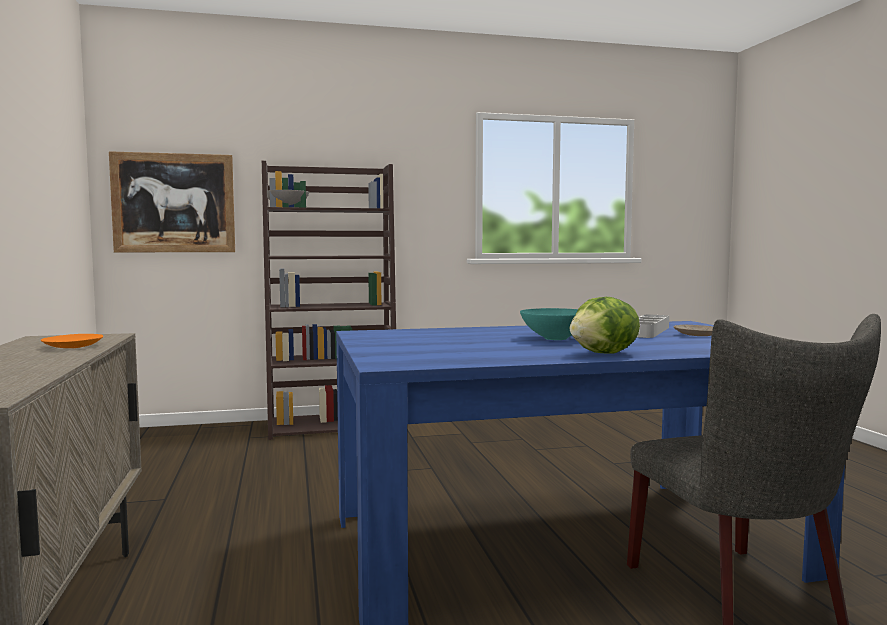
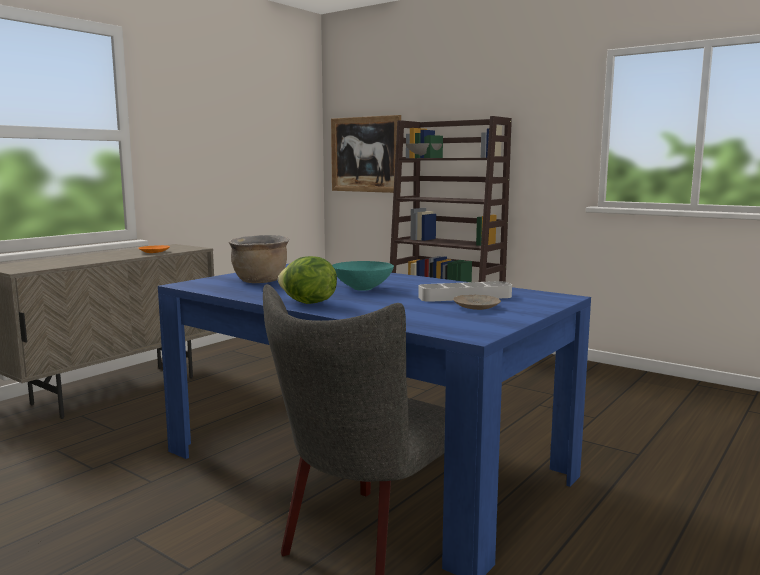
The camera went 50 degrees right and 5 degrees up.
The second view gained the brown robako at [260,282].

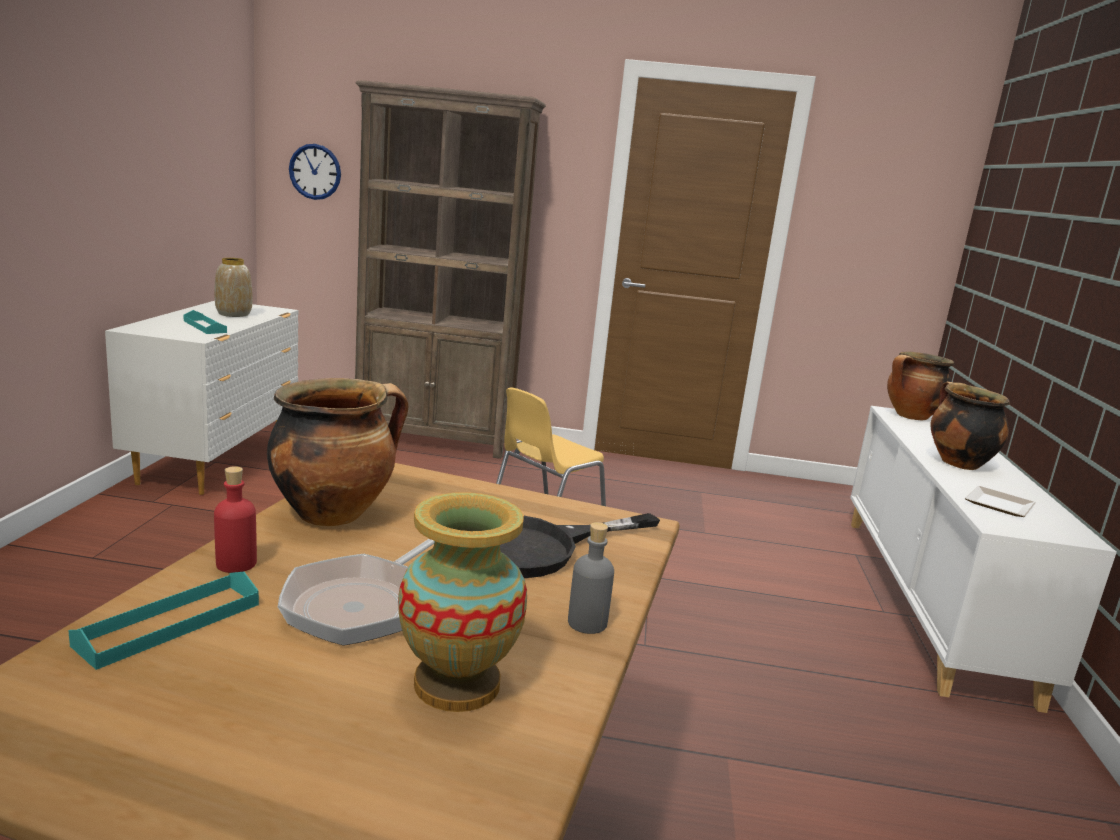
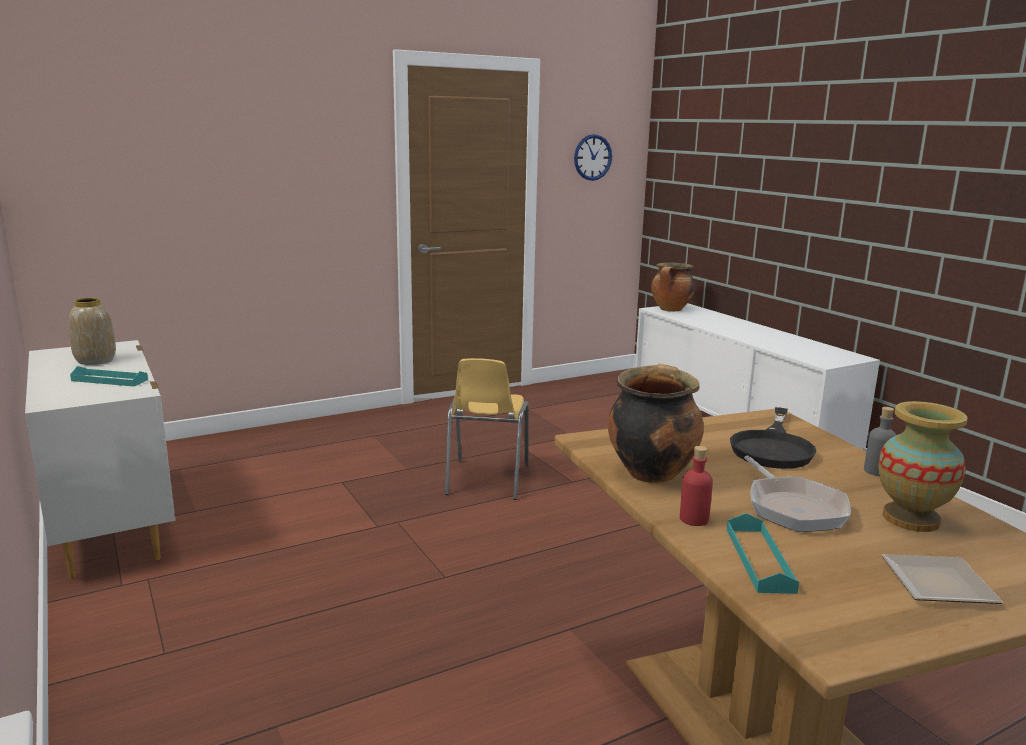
The camera went 35 degrees left and 0 degrees up.
The second view lost the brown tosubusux at [435,439].
The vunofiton ended up elsewhere, having gone from [315,172] to [592,157].
The second view lost the robako at [957,463].
The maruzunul ended up elsewhere, having gone from [1000,506] to [942,586].

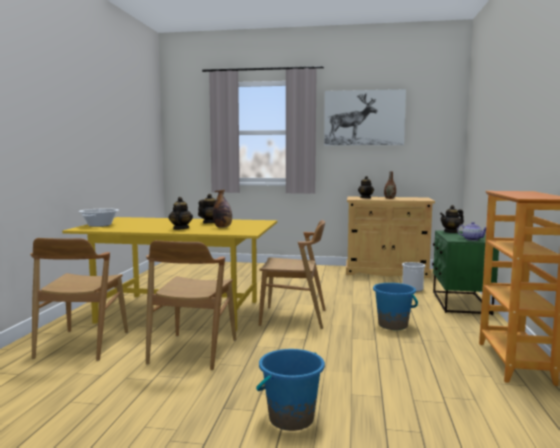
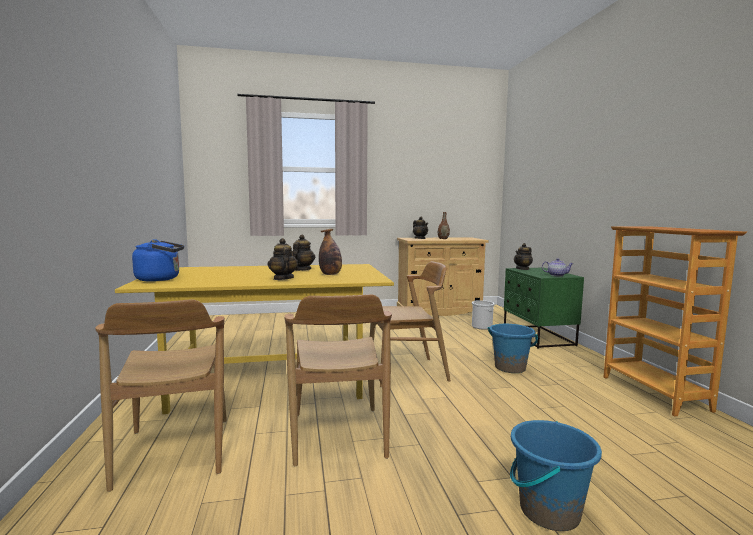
The camera went 20 degrees left and 0 degrees up.
The second view lost the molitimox at [364,118].
Where the robako stood at [100,225], the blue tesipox came to stand at [161,279].

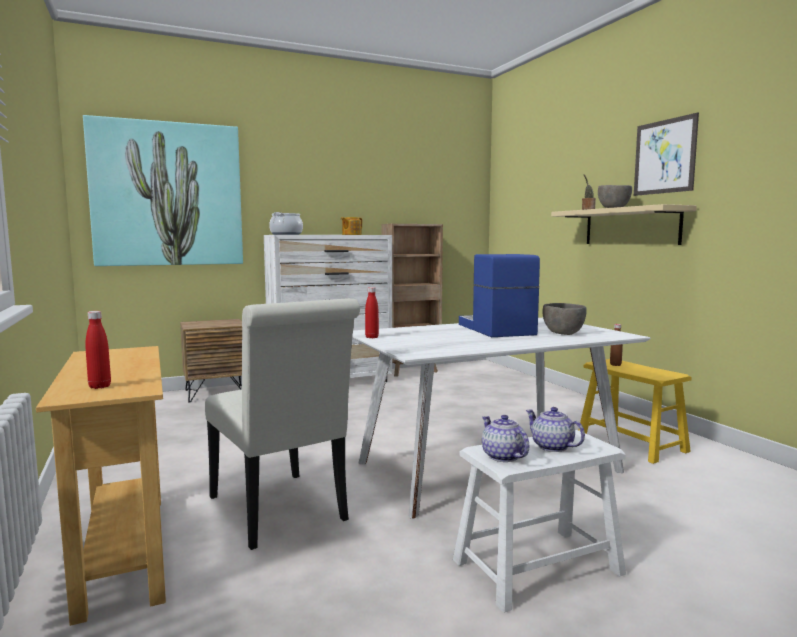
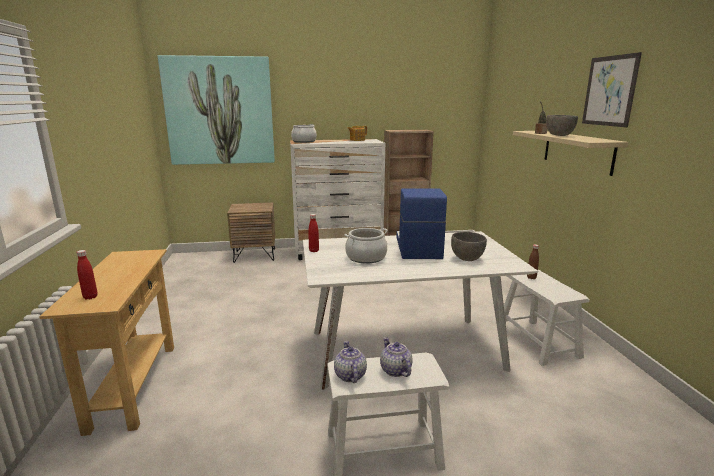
The camera went 15 degrees right and 10 degrees up.
The second view lost the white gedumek at [281,513].
What was the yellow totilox at [631,443] turned into the white totilox at [537,341].
The second view gained the robako at [366,257].

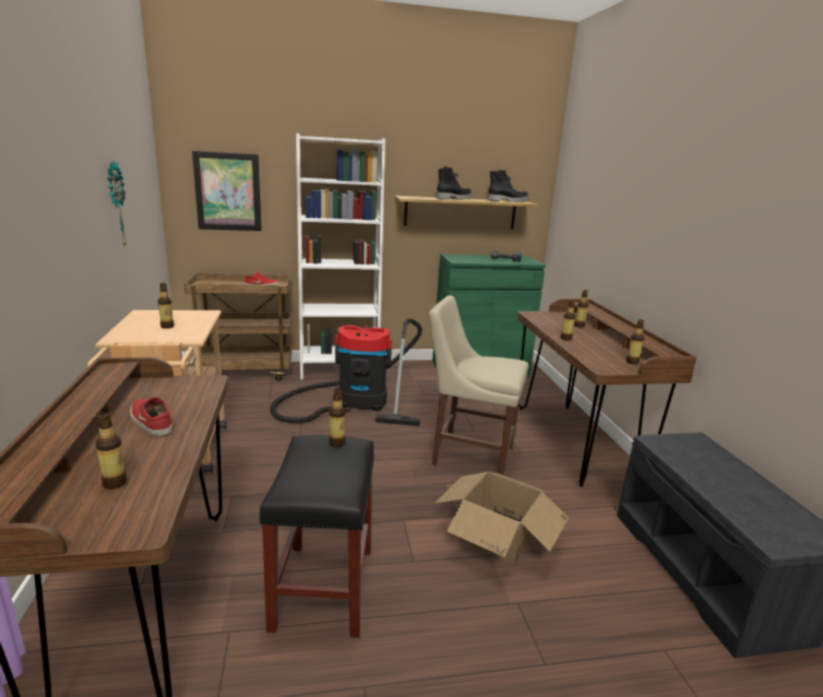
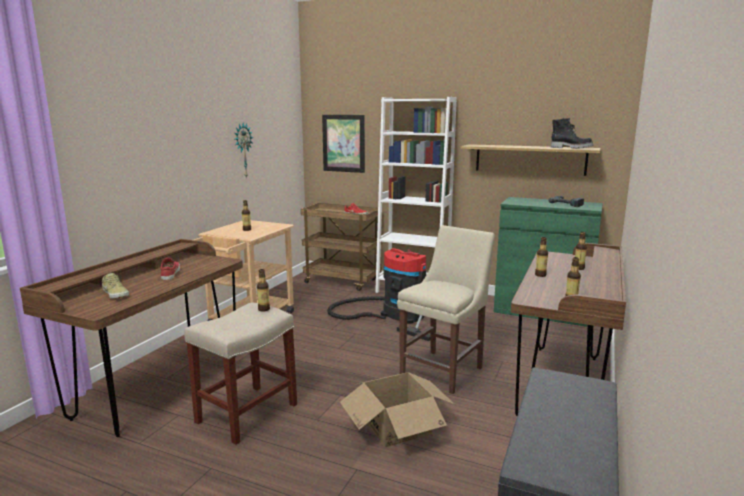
The camera went 35 degrees right and 5 degrees down.
The second view lost the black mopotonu at [453,199].
The beige gedumek at [468,454] ended up facing another way, 75 degrees clockwise from before.
Where the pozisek stood at [115,483], the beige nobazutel came to stand at [116,294].
What was the black totilox at [323,589] turned into the beige totilox at [246,414].

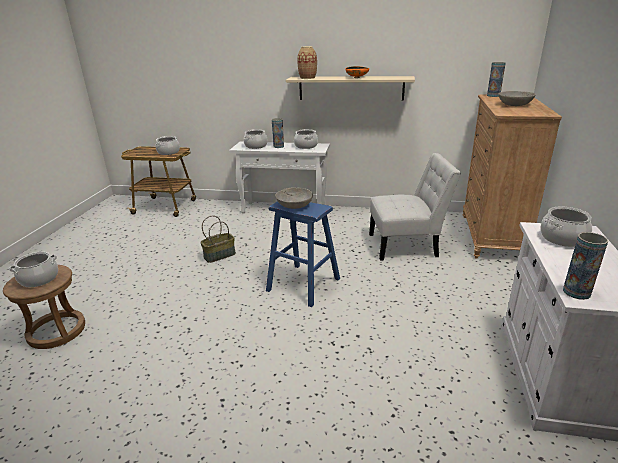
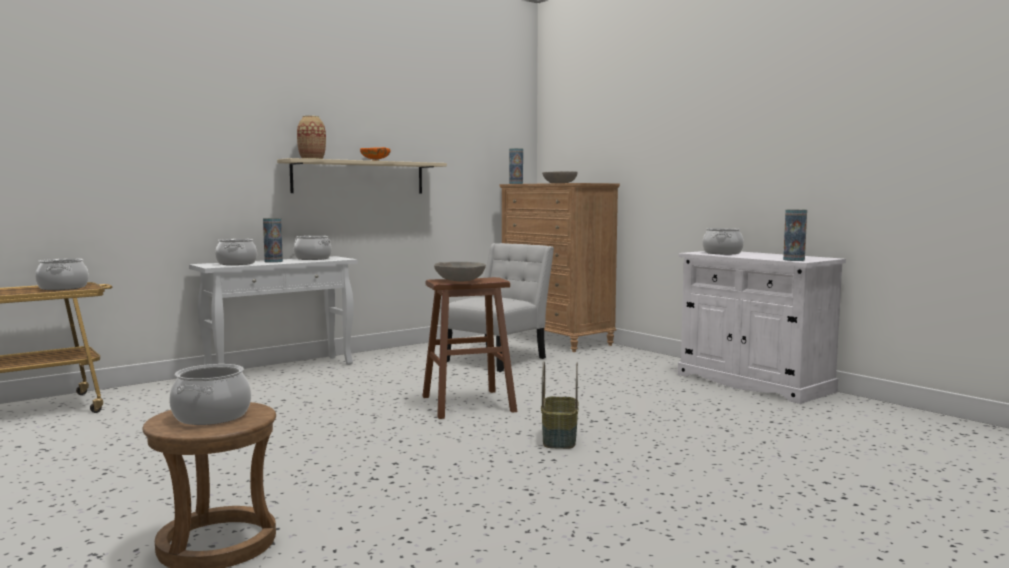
The camera went 50 degrees left and 20 degrees down.
What was the blue totilox at [303,284] turned into the brown totilox at [468,404].
The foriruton ended up elsewhere, having gone from [219,255] to [558,438].

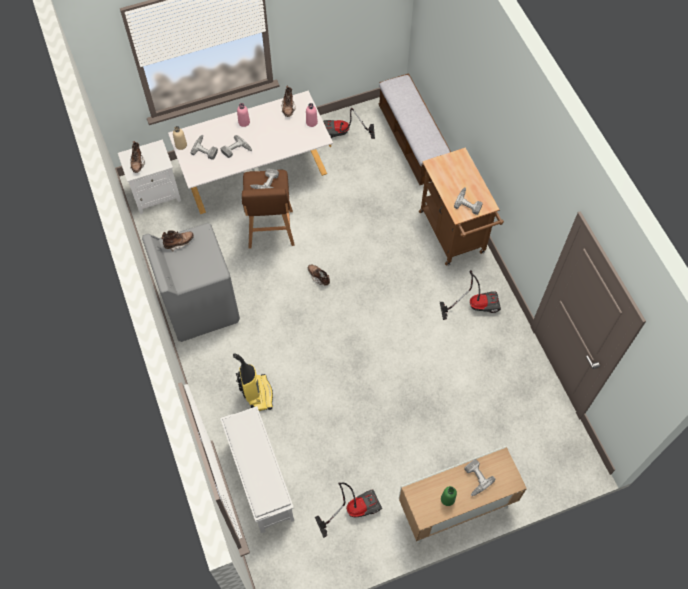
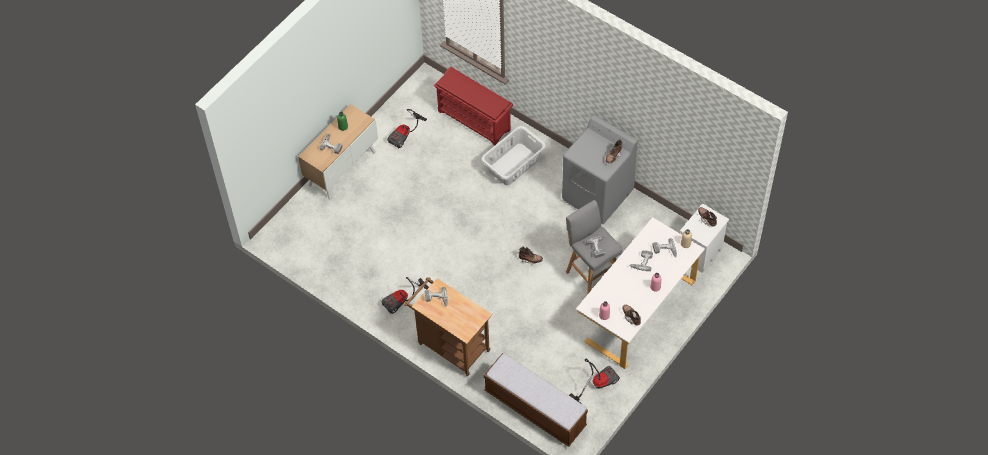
The camera went 150 degrees right and 5 degrees down.
What was the brown totilox at [270,231] turned into the grey totilox at [591,273].
Where the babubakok stood at [257,394], the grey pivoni came to stand at [514,164].
What was the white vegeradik at [260,479] turned into the red vegeradik at [475,120].

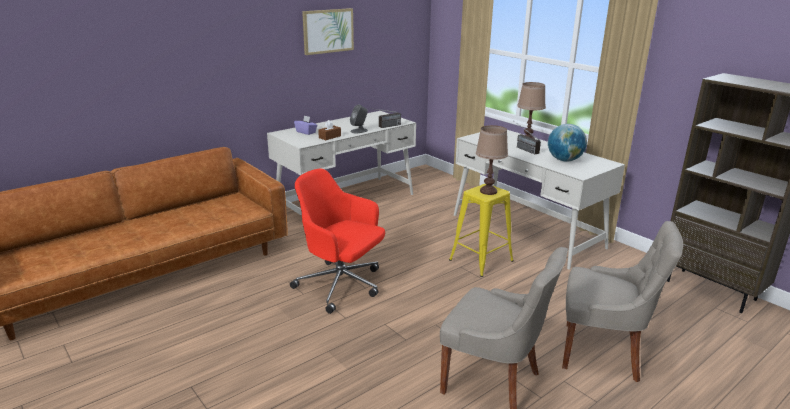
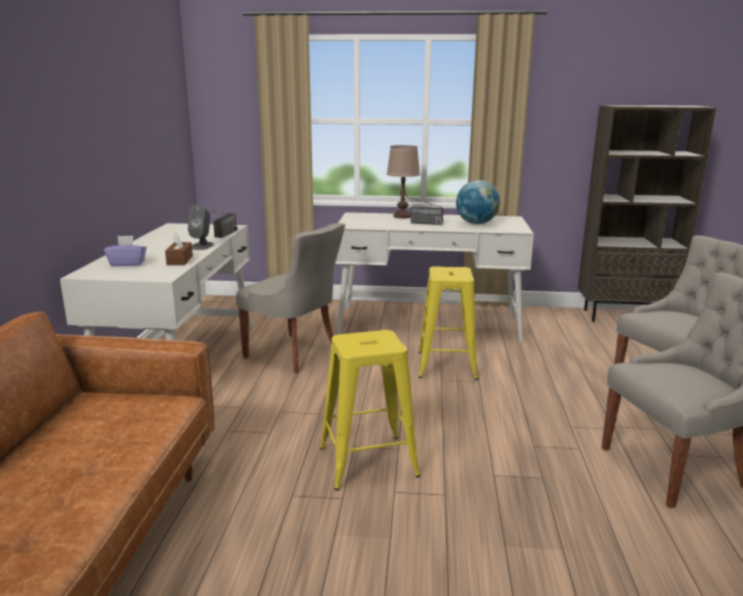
The camera went 45 degrees left and 5 degrees down.
The second view lost the molitimox at [328,31].
The second view lost the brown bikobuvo at [488,191].
Where the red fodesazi stood at [341,285], the yellow totilox came to stand at [368,462].
The second view gained the grey gedumek at [294,354].

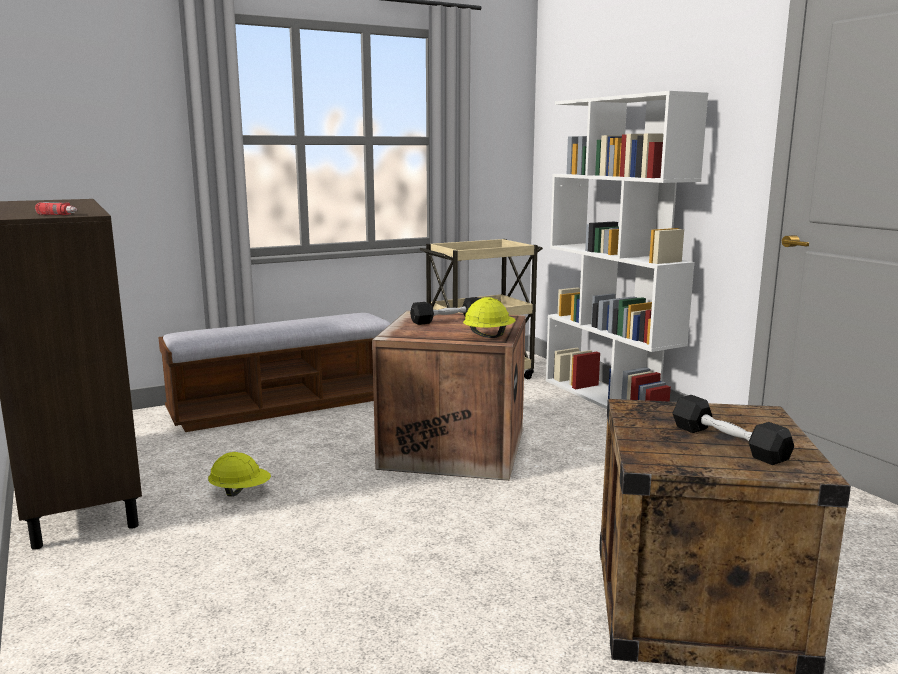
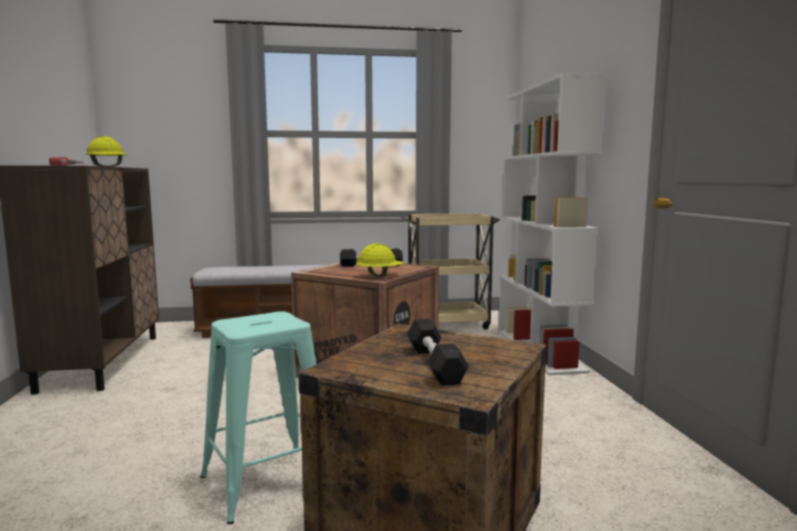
The camera went 20 degrees right and 5 degrees down.
The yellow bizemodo ended up elsewhere, having gone from [240,492] to [108,167].
The second view gained the turquoise totilox at [267,482].

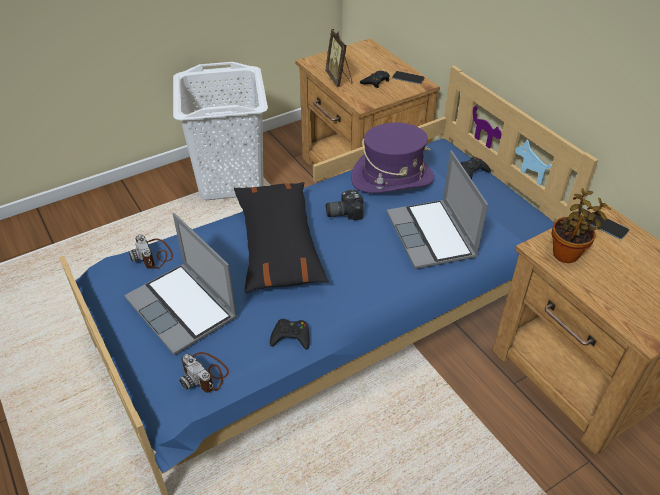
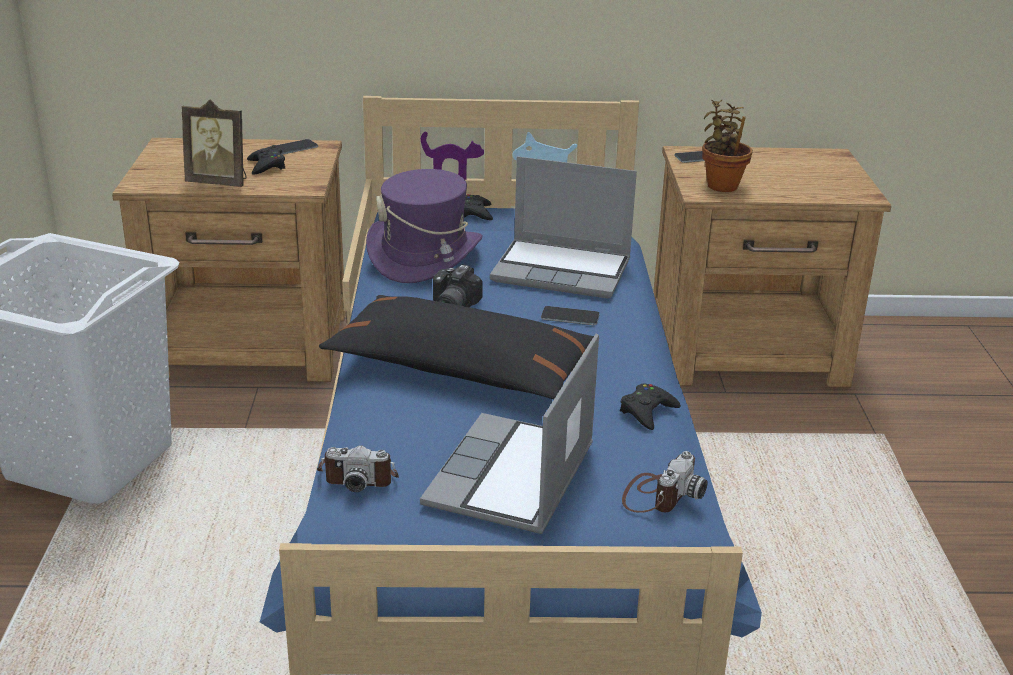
The camera went 60 degrees left and 15 degrees down.
The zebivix at [183,309] ended up facing another way, 120 degrees clockwise from before.
The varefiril at [205,374] ended up facing another way, 45 degrees counterclockwise from before.
The second view gained the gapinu at [570,316].

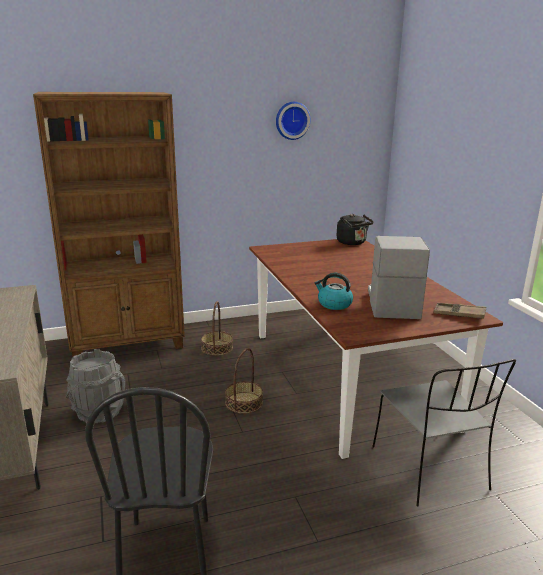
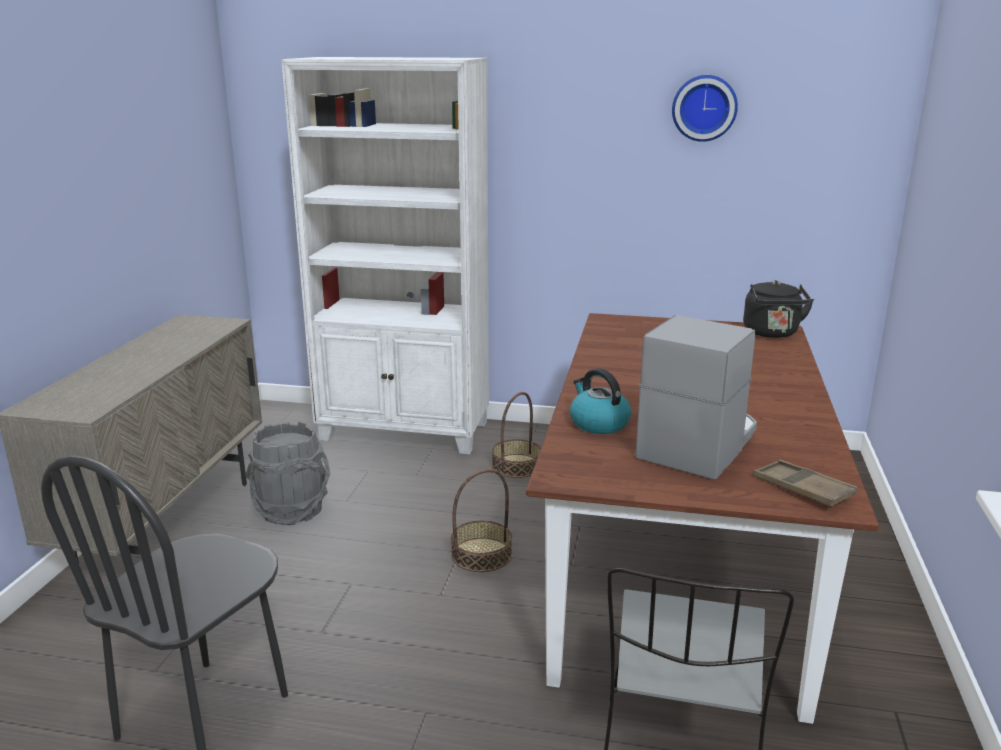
The camera went 30 degrees right and 0 degrees up.
What was the brown tosubusux at [129,344] turned into the white tosubusux at [405,432].

